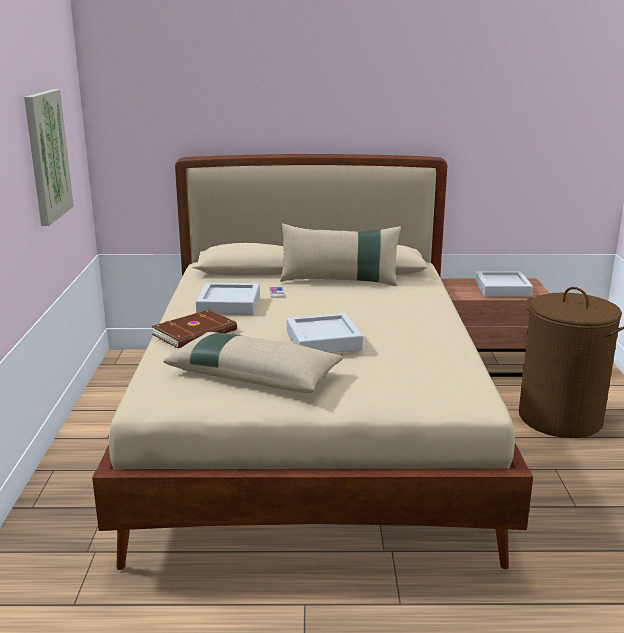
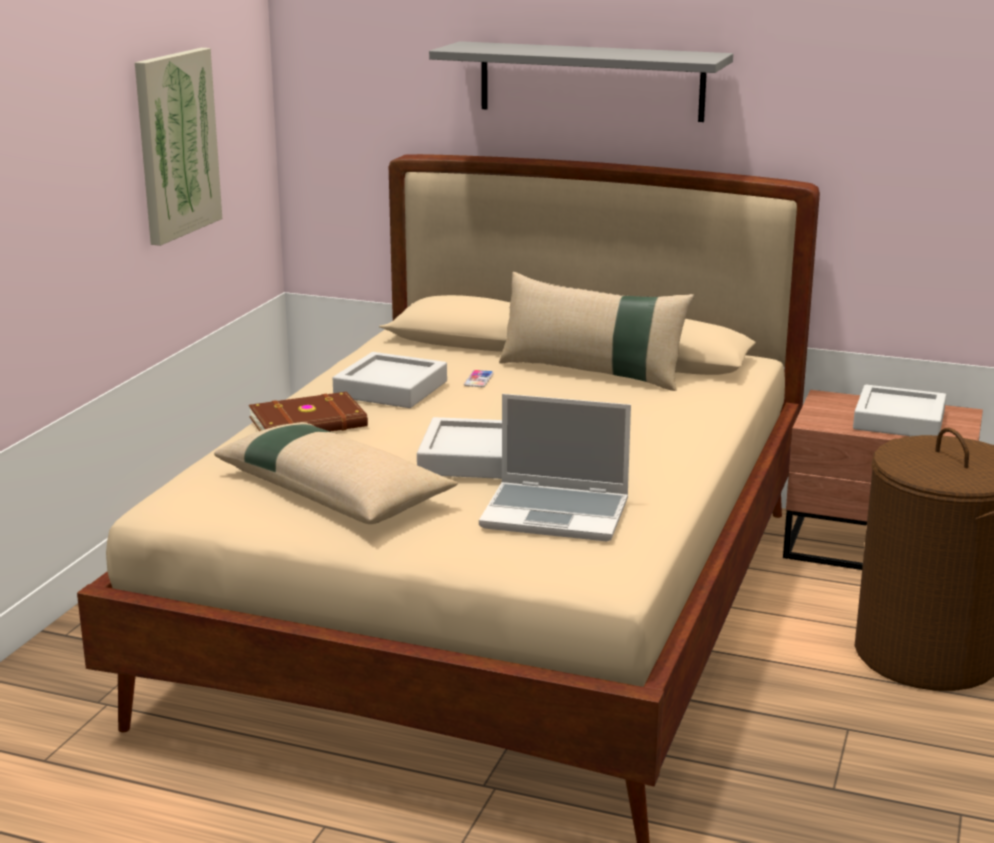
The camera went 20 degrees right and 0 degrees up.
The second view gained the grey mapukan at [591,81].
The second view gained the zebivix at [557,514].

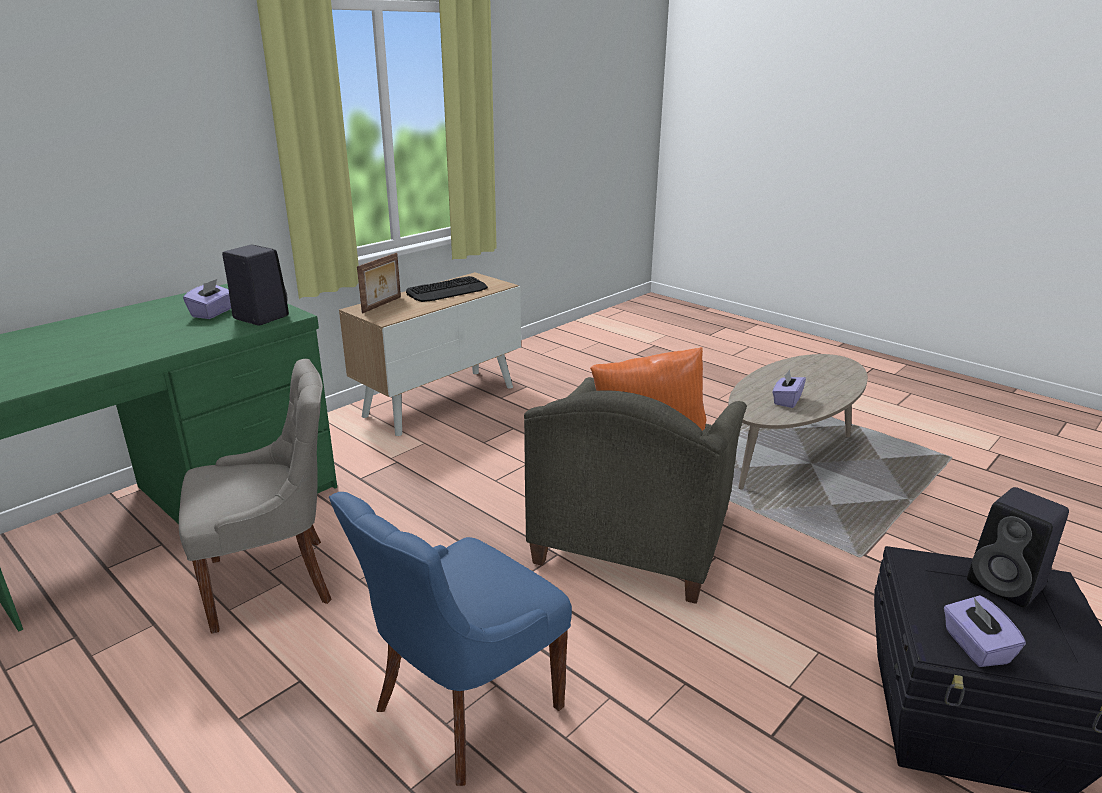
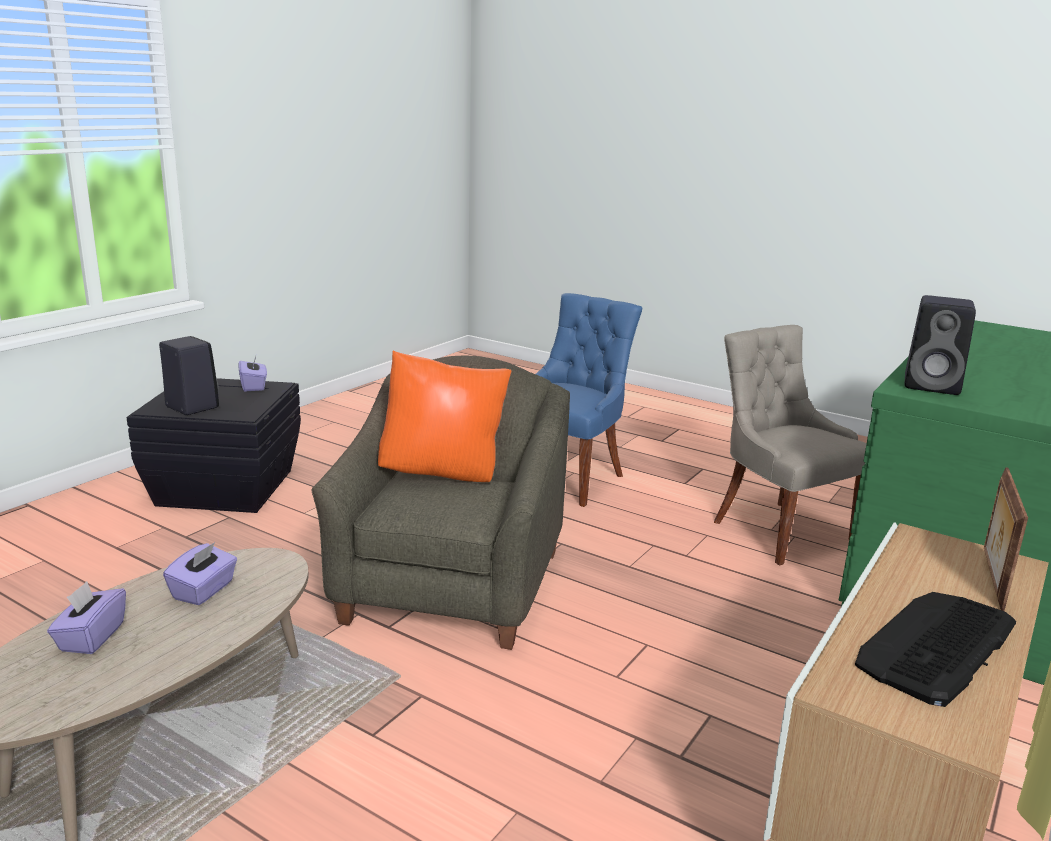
The camera went 170 degrees right and 5 degrees down.
The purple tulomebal ended up elsewhere, having gone from [213,313] to [91,637].
The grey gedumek at [274,581] ended up facing another way, 90 degrees clockwise from before.

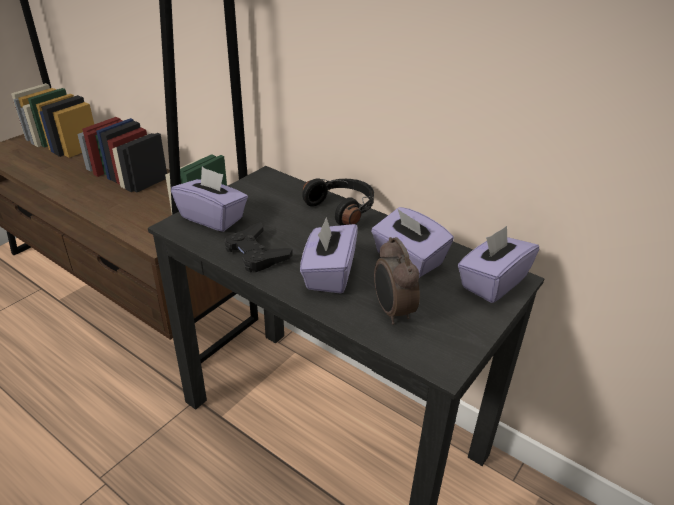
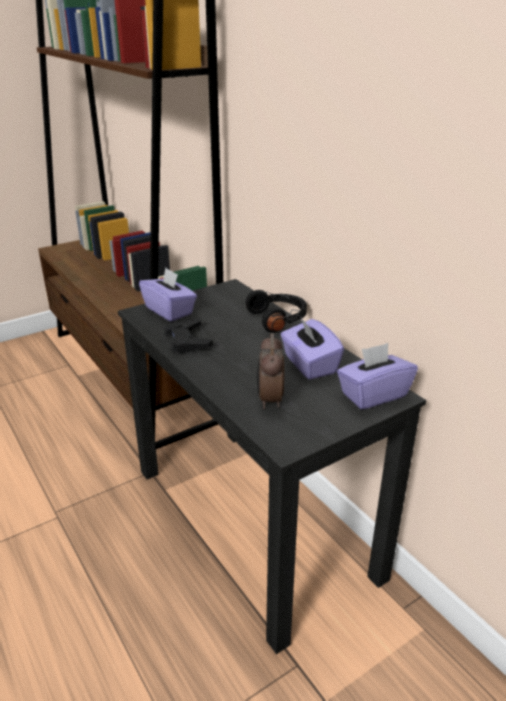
The camera went 20 degrees right and 5 degrees down.
The second view lost the purple tulomebal at [328,274].

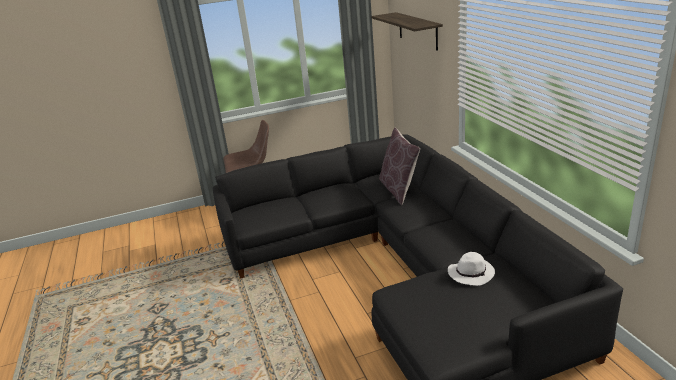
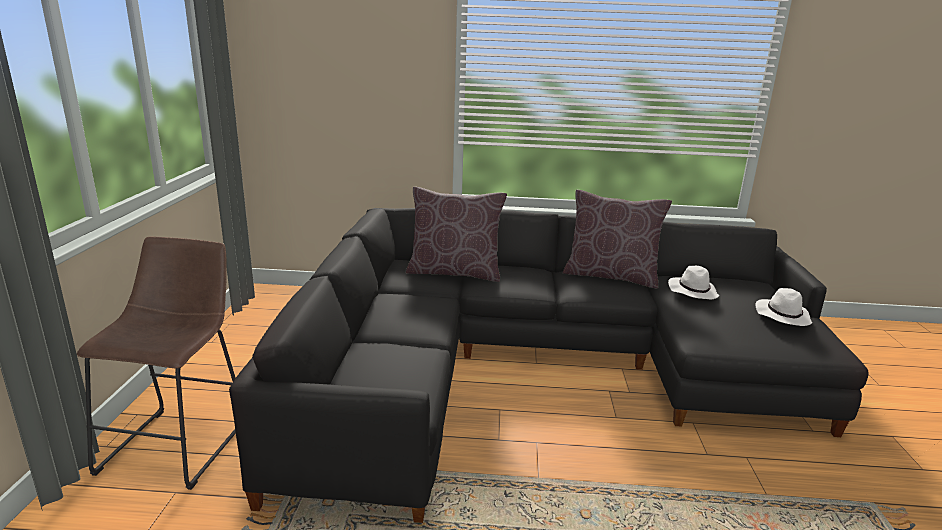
The camera went 70 degrees left and 5 degrees down.
The second view lost the mapukan at [417,30].
The second view gained the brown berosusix at [611,276].
The second view gained the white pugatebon at [782,316].

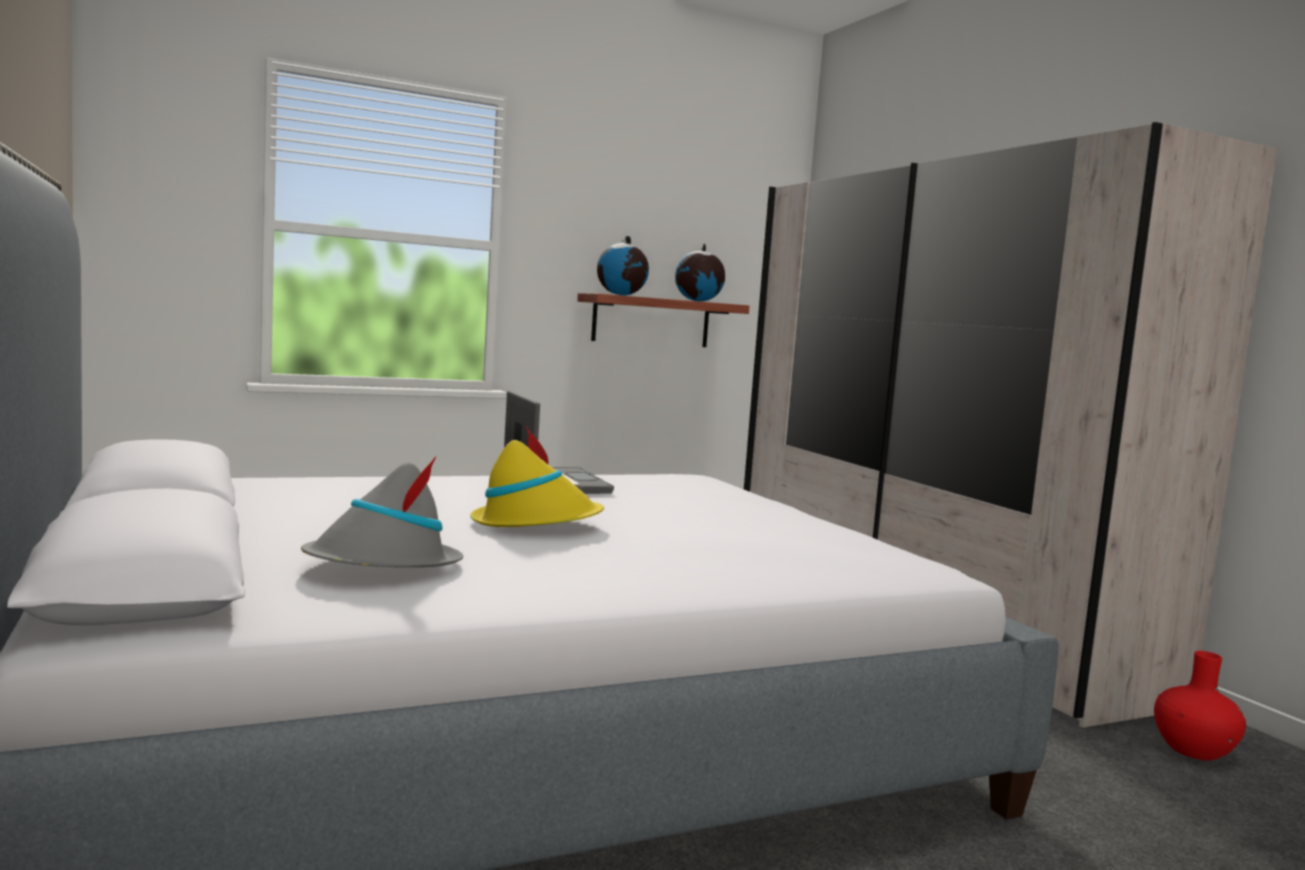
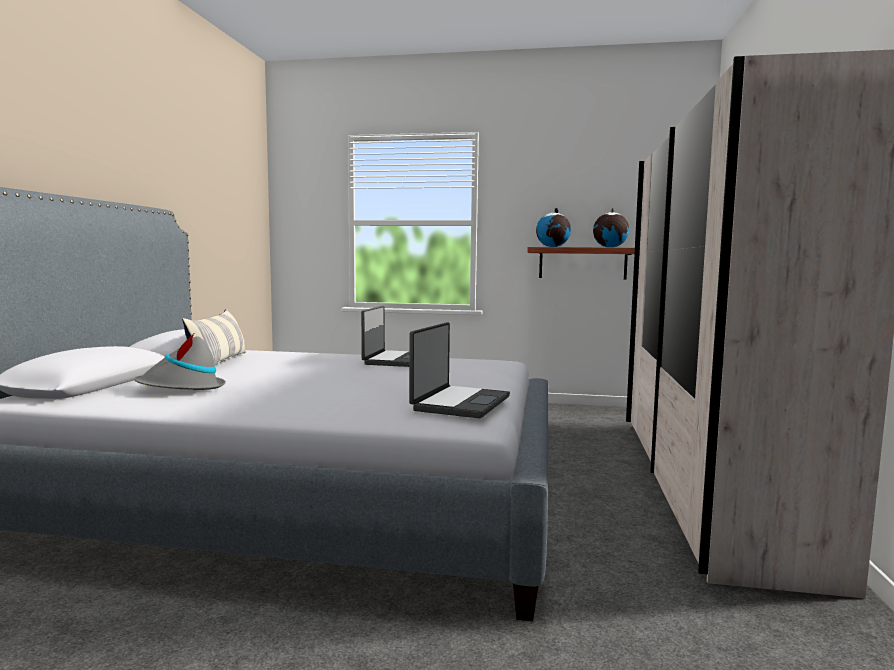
The camera went 35 degrees right and 0 degrees up.
The second view lost the yellow pugatebon at [536,523].
The second view lost the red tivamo at [1193,750].
The second view gained the berosusix at [219,362].
The second view gained the zebivix at [459,403].

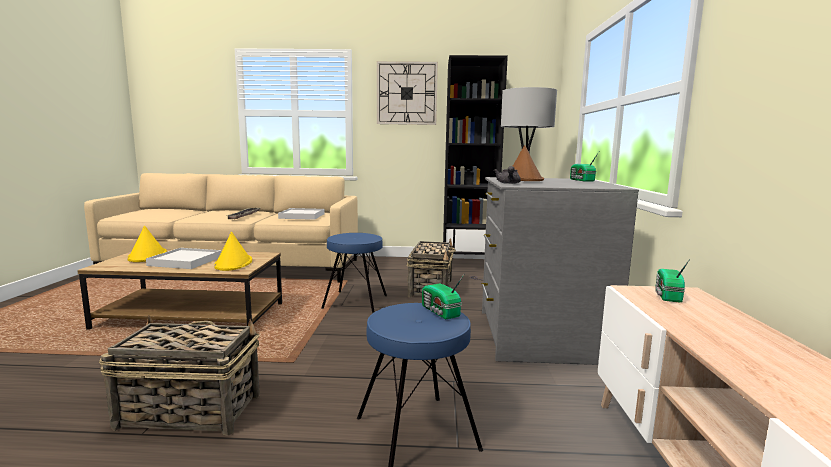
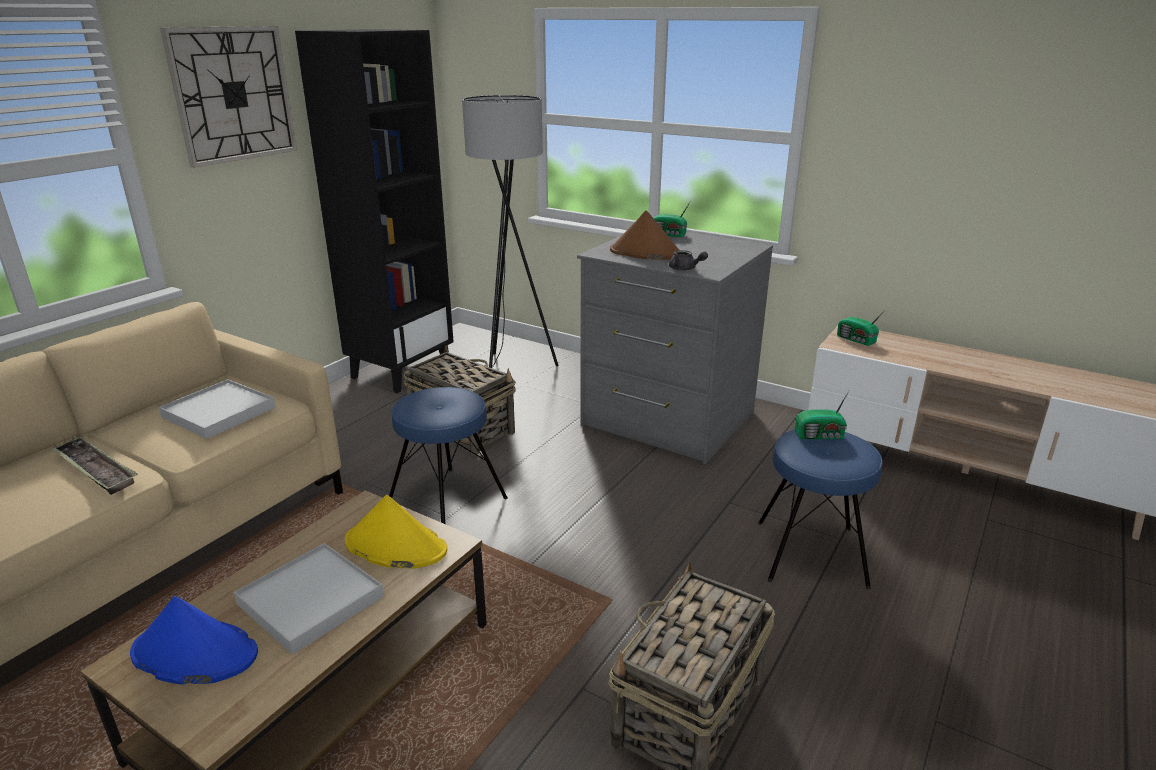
The camera went 60 degrees left and 15 degrees up.
What was the yellow pugatebon at [147,256] turned into the blue pugatebon at [194,653].

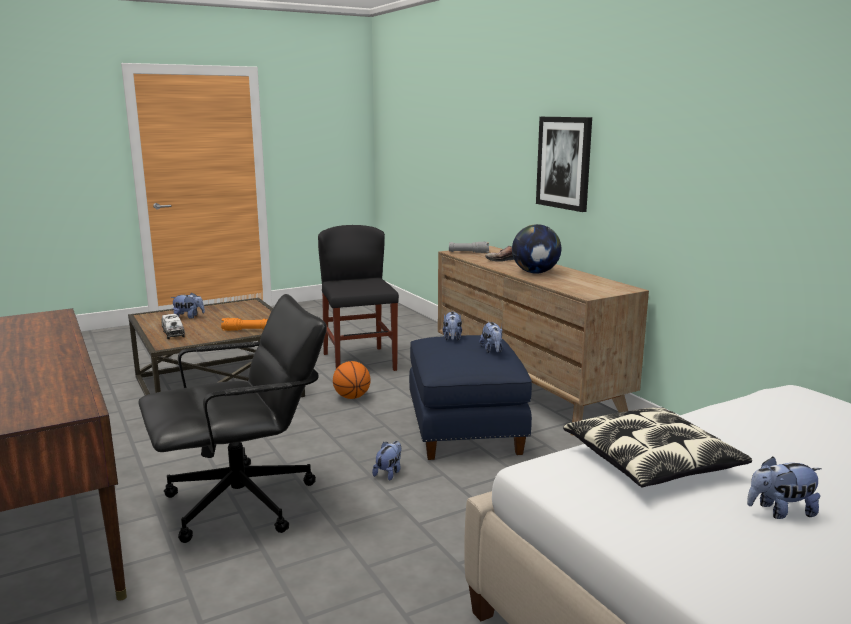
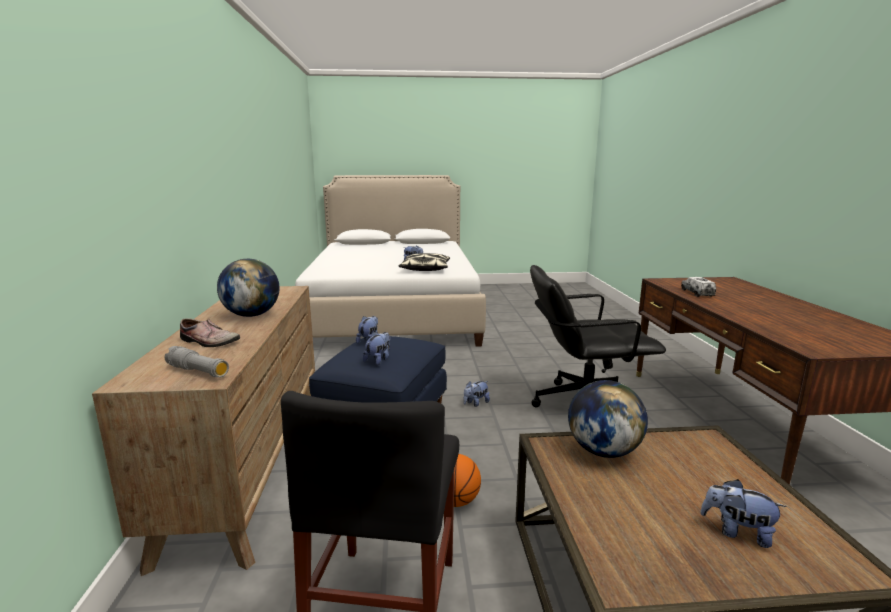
The camera went 155 degrees left and 0 degrees up.
The second view lost the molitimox at [564,163].
The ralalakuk ended up elsewhere, having gone from [173,333] to [697,293].
Where the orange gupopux stood at [245,330], the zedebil came to stand at [603,451].

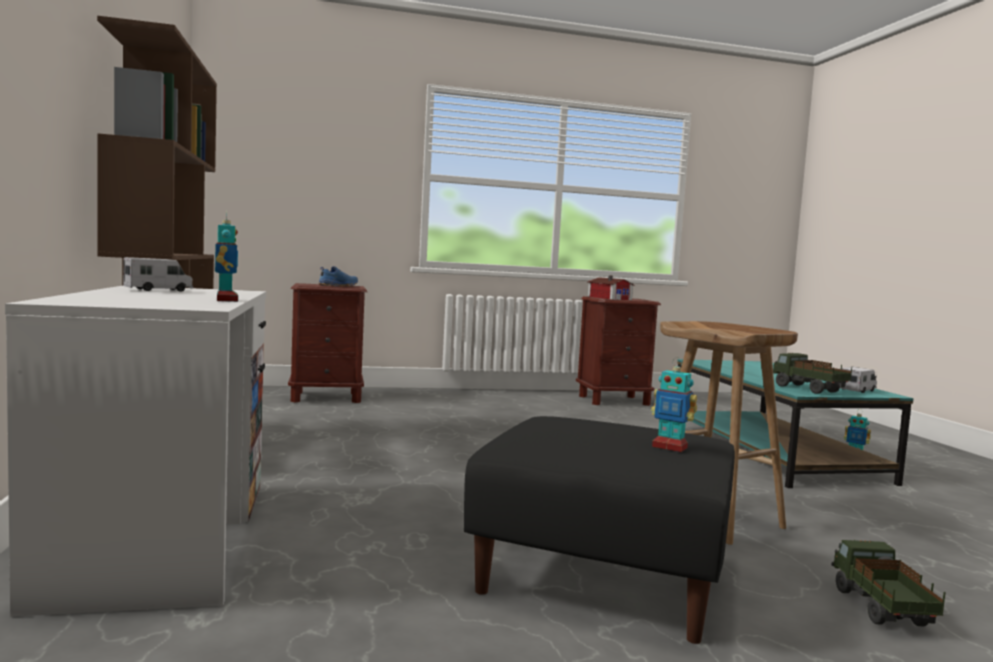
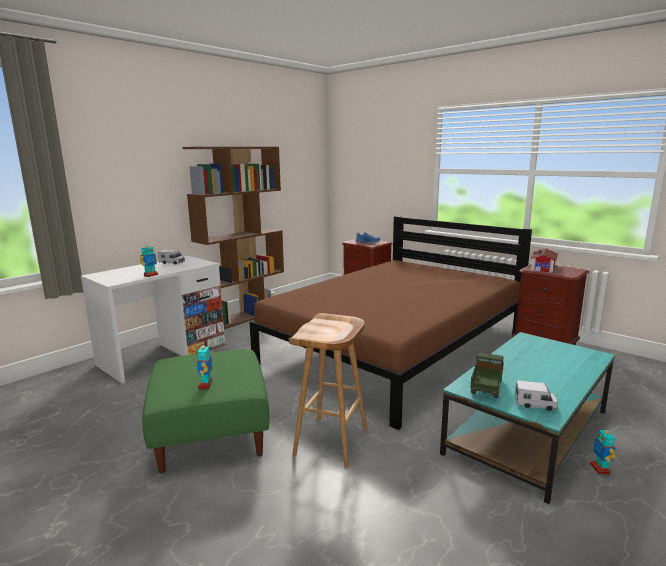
The camera went 55 degrees right and 10 degrees up.
What was the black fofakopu at [603,574] turned into the green fofakopu at [212,434].
The second view lost the ralalakuk at [880,609].
The second view gained the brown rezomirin at [395,349].

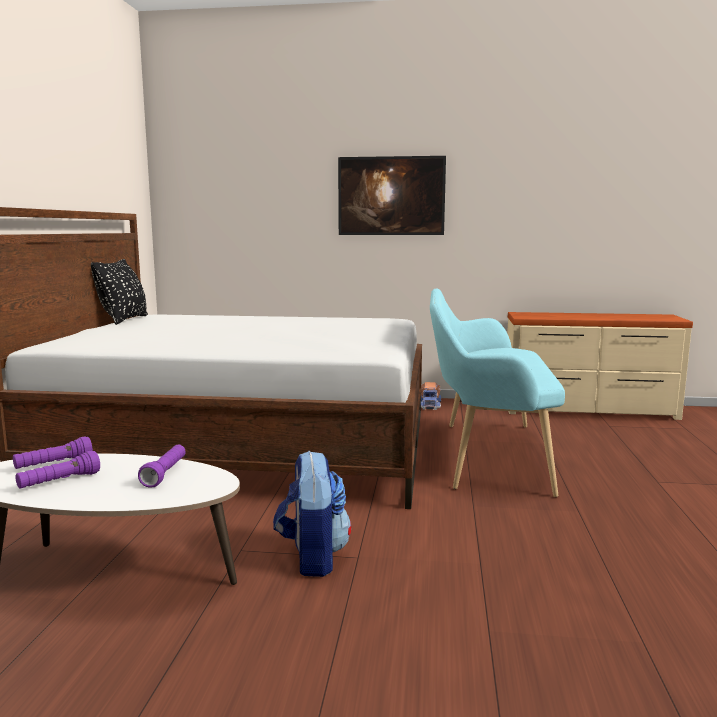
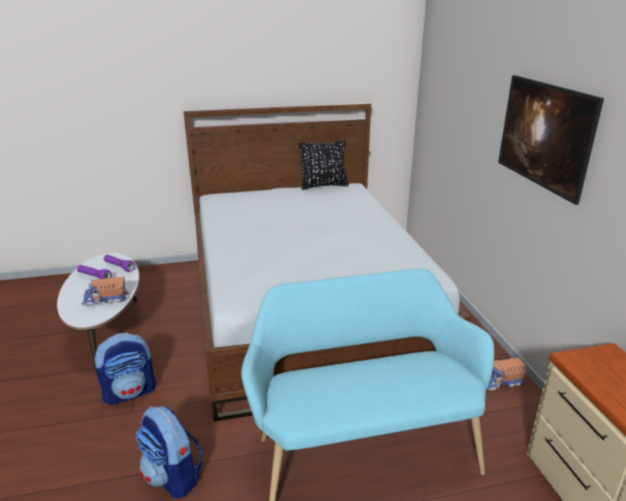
The camera went 70 degrees right and 15 degrees up.
Where the purple gupopux stood at [165,474], the ralalakuk came to stand at [106,300].
The second view gained the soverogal at [173,476].

